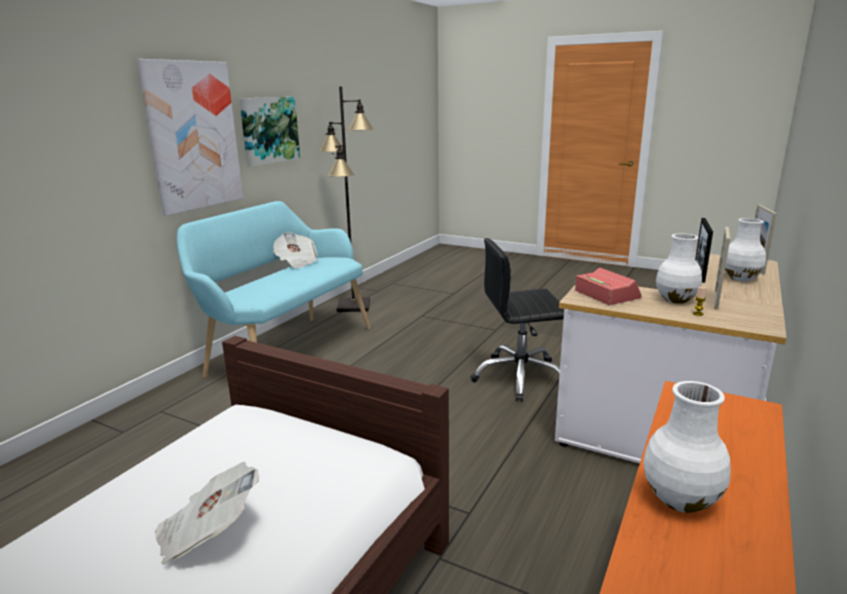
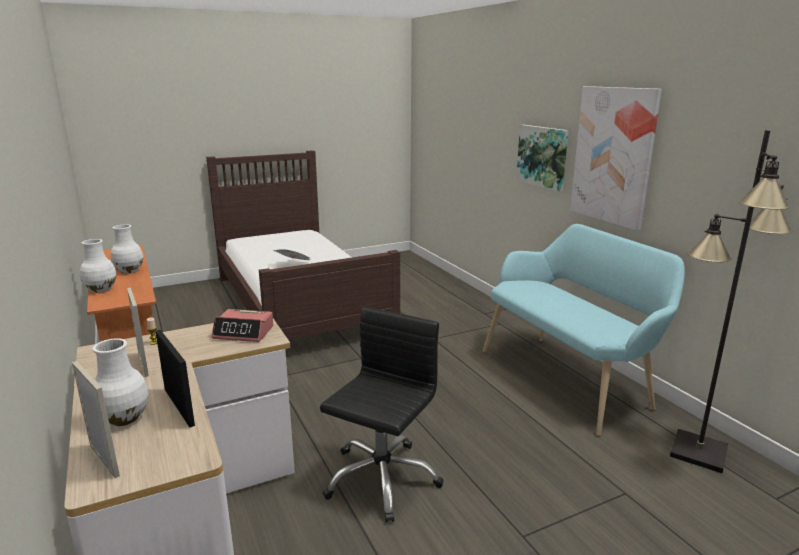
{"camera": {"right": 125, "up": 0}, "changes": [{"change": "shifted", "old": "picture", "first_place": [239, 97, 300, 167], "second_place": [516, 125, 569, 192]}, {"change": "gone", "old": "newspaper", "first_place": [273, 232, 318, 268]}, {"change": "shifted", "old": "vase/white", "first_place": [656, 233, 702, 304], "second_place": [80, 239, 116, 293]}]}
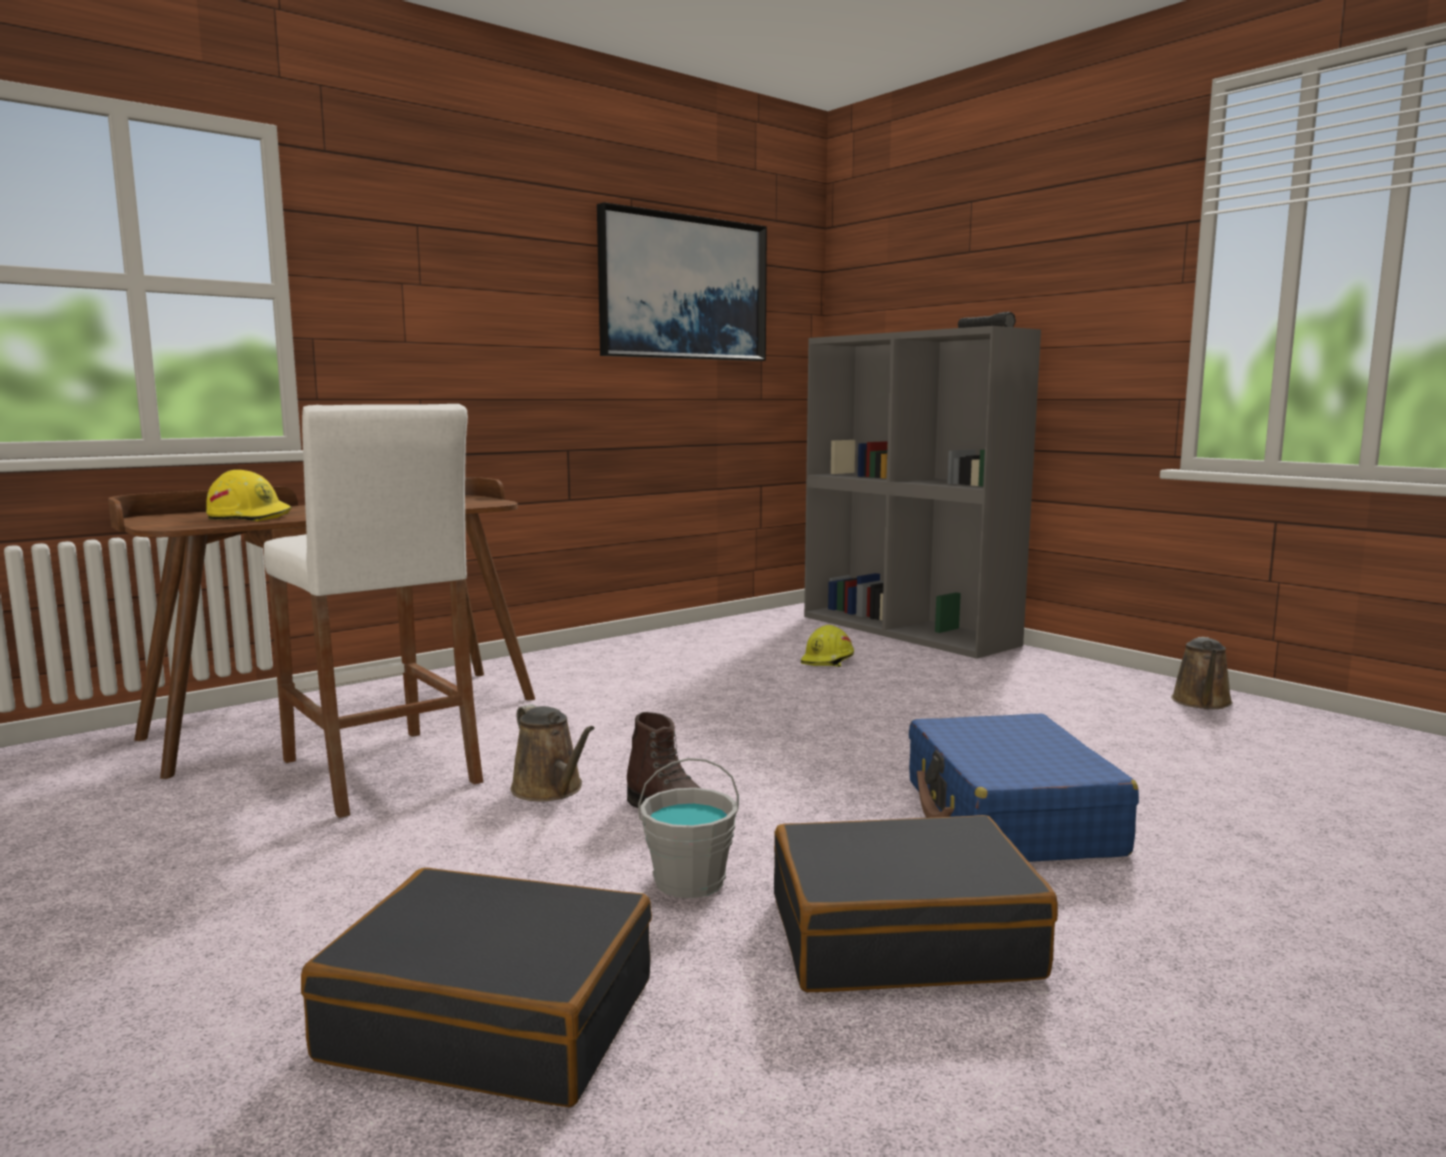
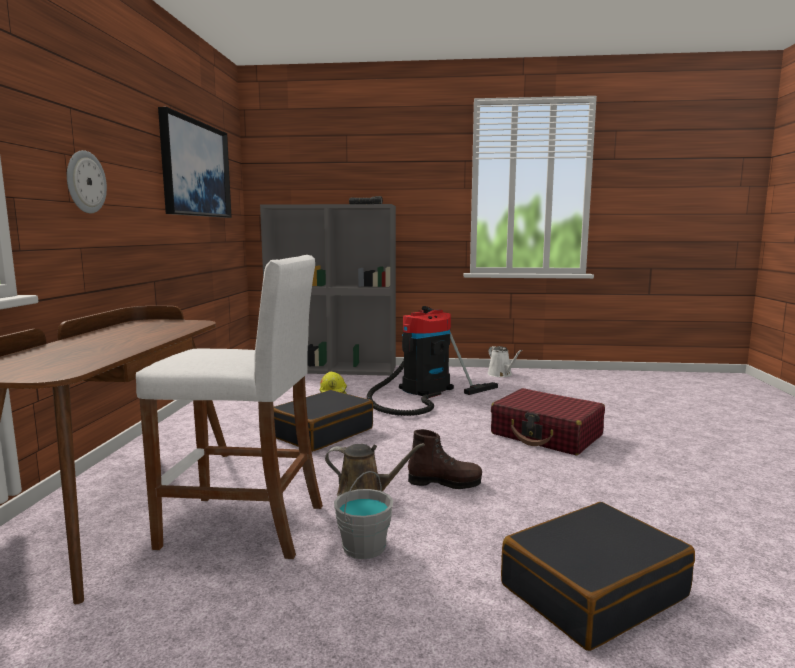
{"camera": {"right": -45, "up": 0}, "changes": [{"change": "gone", "old": "hard hat/yellow", "first_place": [206, 470, 292, 521]}, {"change": "repainted", "old": "watering can/brown", "new": "watering can/white", "first_place": [1171, 637, 1233, 709], "second_place": [488, 346, 522, 377]}, {"change": "repainted", "old": "suitcase/blue", "new": "suitcase/red", "first_place": [909, 714, 1139, 862], "second_place": [491, 388, 605, 456]}, {"change": "shifted", "old": "bucket/grey", "first_place": [638, 758, 739, 898], "second_place": [334, 471, 393, 559]}, {"change": "shifted", "old": "suitcase/black", "first_place": [774, 815, 1058, 992], "second_place": [274, 390, 373, 452]}, {"change": "new", "new": "wall clock", "second_place": [67, 150, 107, 213]}, {"change": "new", "new": "vacuum cleaner", "second_place": [367, 306, 498, 416]}]}
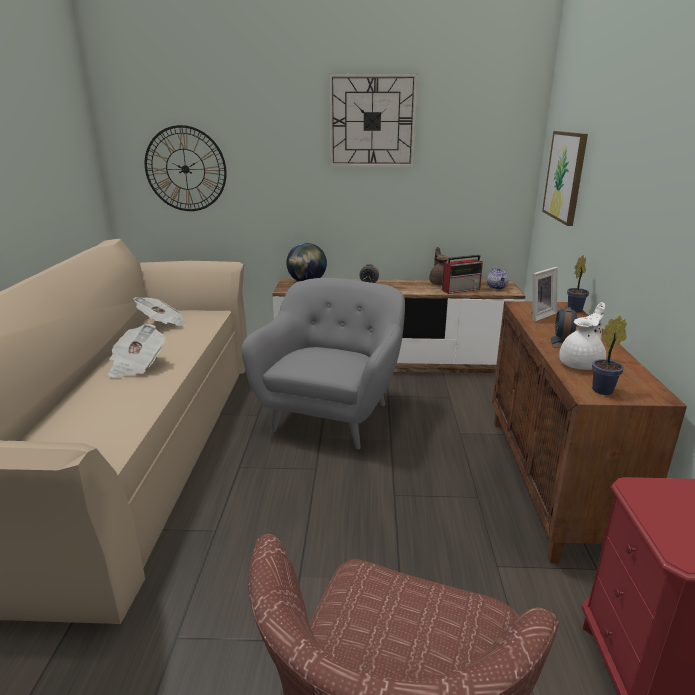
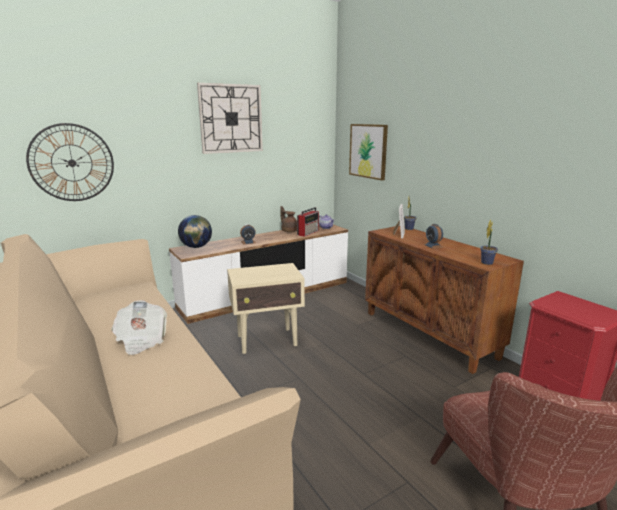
{"camera": {"right": -35, "up": -5}, "changes": [{"change": "swapped", "old": "armchair/grey", "new": "side table/beige", "first_place": [242, 278, 405, 449], "second_place": [227, 263, 305, 354]}, {"change": "gone", "old": "newspaper", "first_place": [133, 297, 186, 326]}, {"change": "gone", "old": "teapot/white", "first_place": [559, 302, 606, 370]}]}
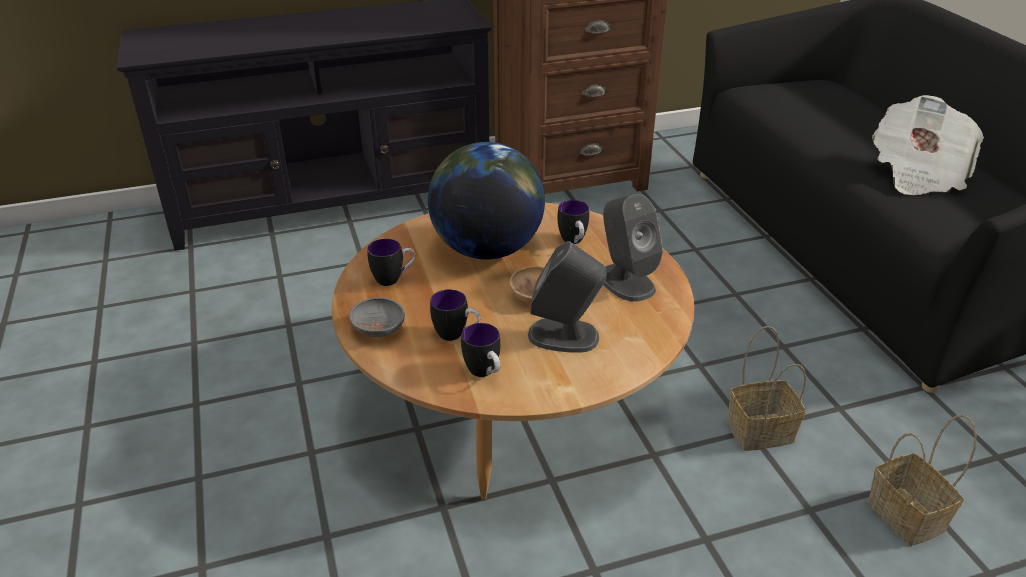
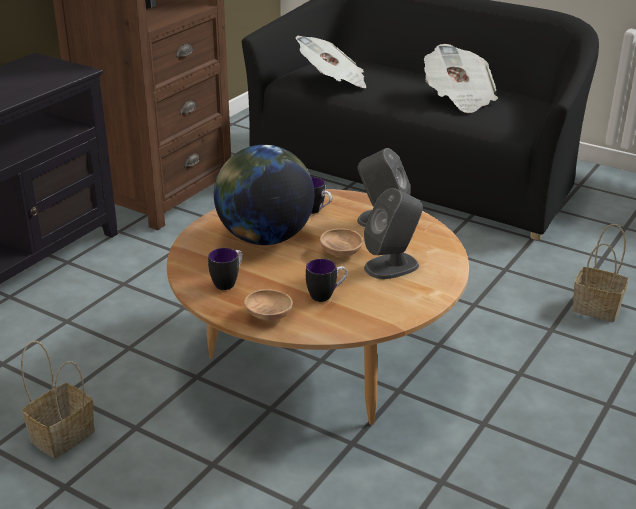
{"camera": {"right": -40, "up": -5}, "changes": [{"change": "repainted", "old": "bowl/grey", "new": "bowl/brown", "first_place": [349, 297, 405, 337], "second_place": [244, 289, 293, 321]}, {"change": "gone", "old": "mug", "first_place": [461, 323, 500, 377]}, {"change": "shifted", "old": "basket", "first_place": [727, 326, 806, 451], "second_place": [21, 341, 95, 458]}, {"change": "new", "new": "newspaper", "second_place": [296, 36, 366, 88]}]}
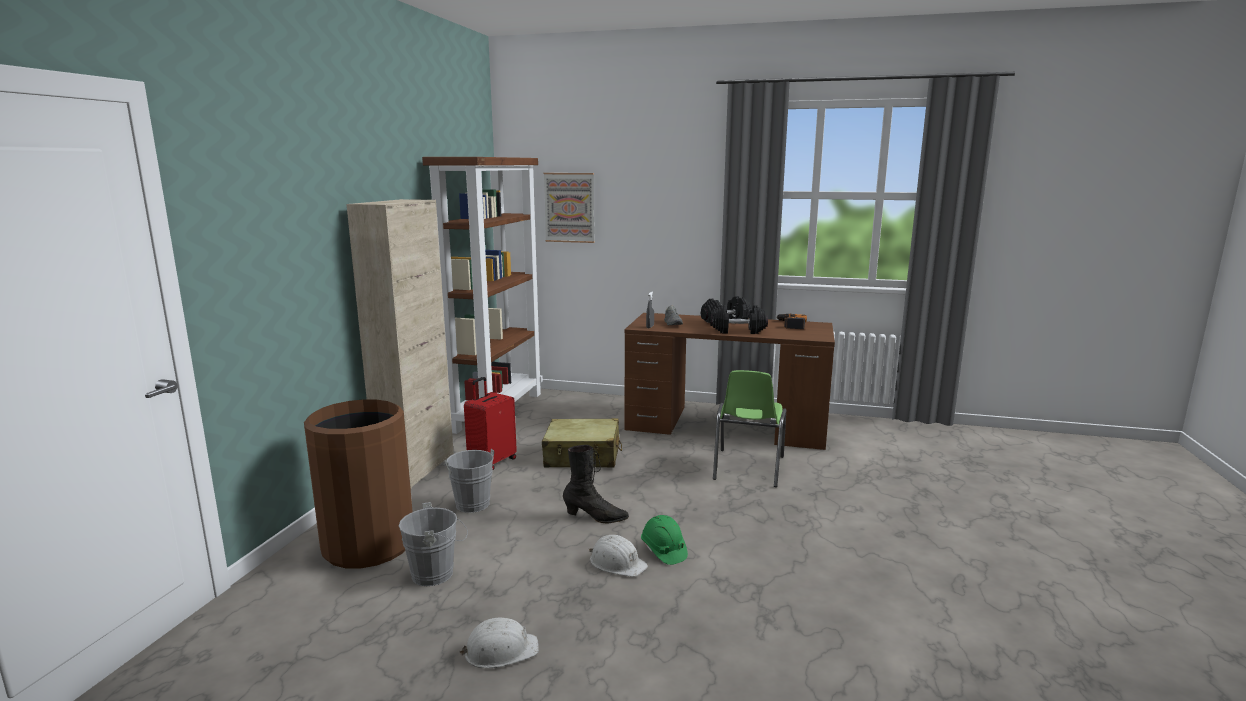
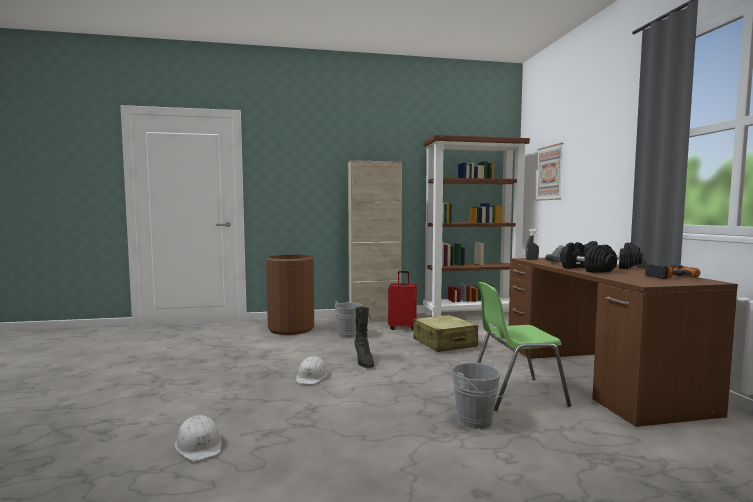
{"camera": {"right": 65, "up": -10}, "changes": [{"change": "shifted", "old": "bucket/grey", "first_place": [399, 502, 468, 586], "second_place": [452, 360, 509, 429]}, {"change": "gone", "old": "hard hat/green", "first_place": [641, 515, 688, 565]}, {"change": "shifted", "old": "hard hat/white", "first_place": [460, 618, 539, 668], "second_place": [175, 415, 222, 461]}]}
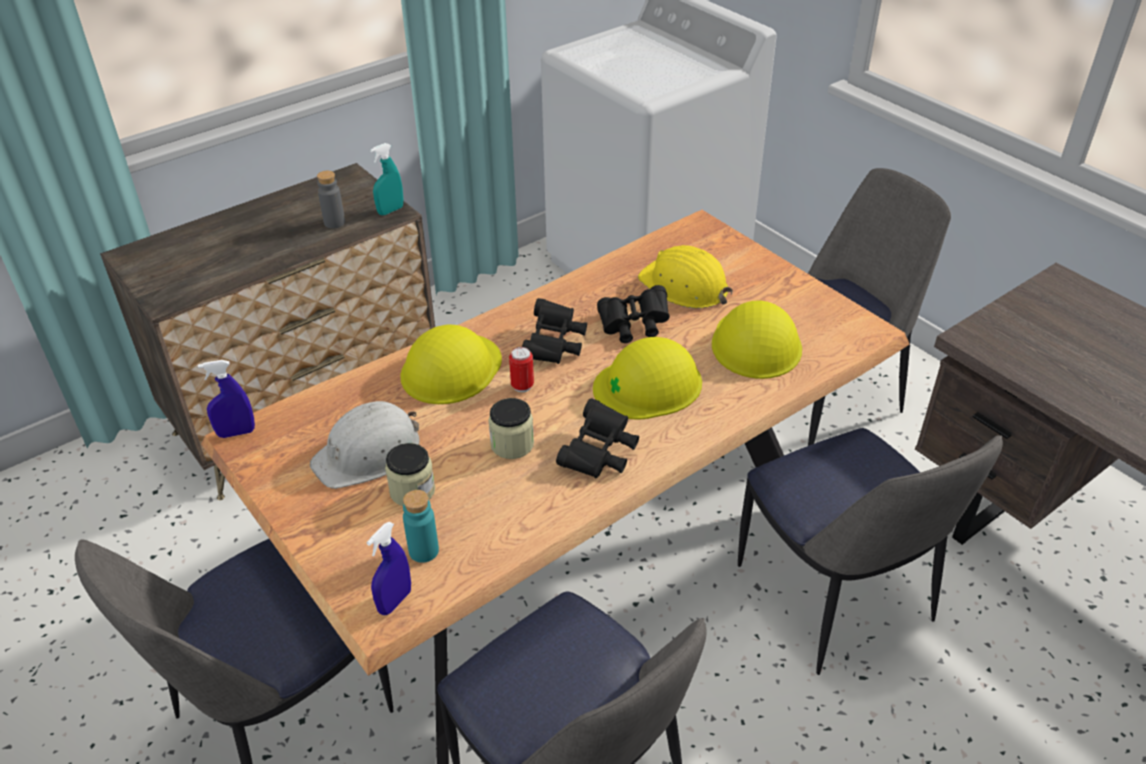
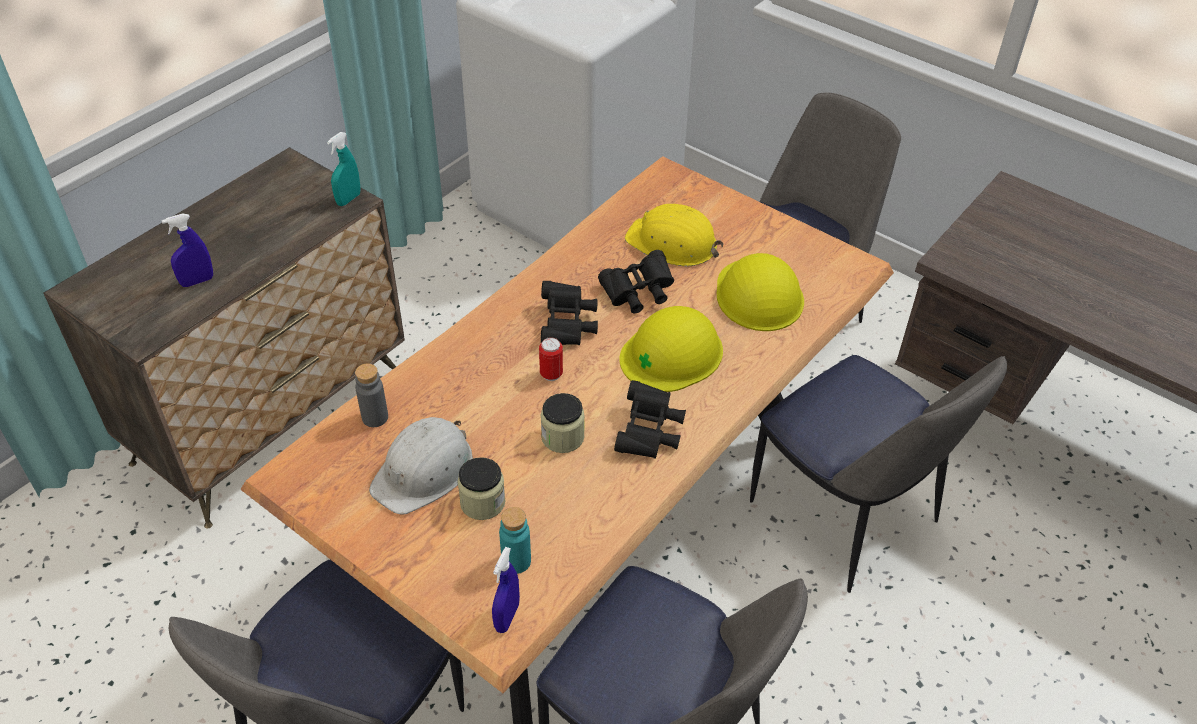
{"camera": {"right": -15, "up": 5}, "changes": [{"change": "shifted", "old": "bottle/grey", "first_place": [317, 171, 345, 228], "second_place": [355, 363, 388, 427]}, {"change": "gone", "old": "hard hat/yellow", "first_place": [400, 325, 502, 404]}, {"change": "shifted", "old": "spray bottle/blue", "first_place": [198, 360, 255, 438], "second_place": [162, 214, 213, 287]}]}
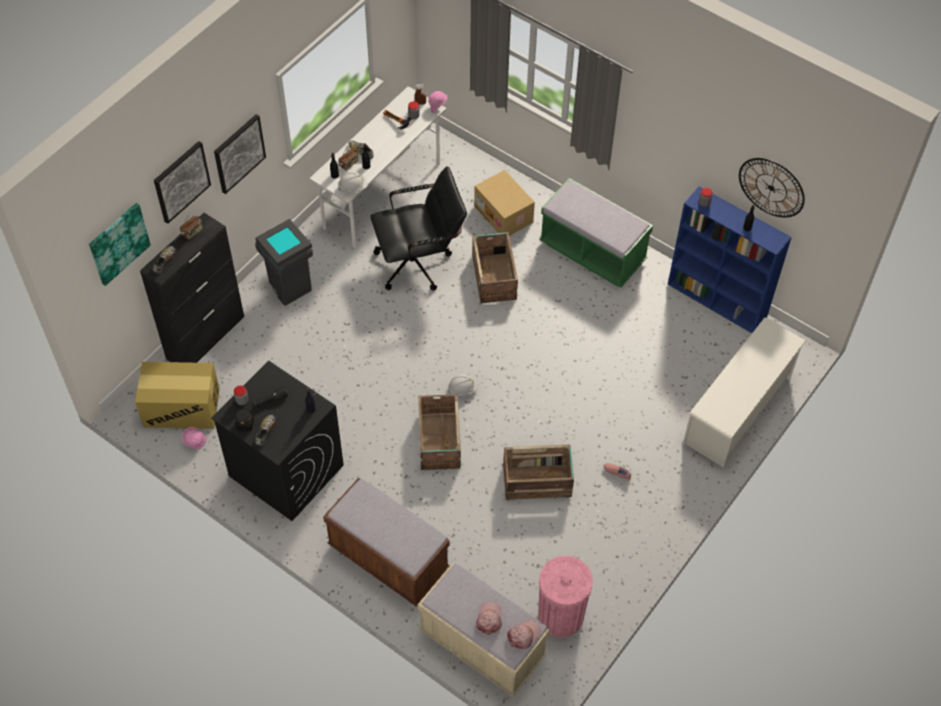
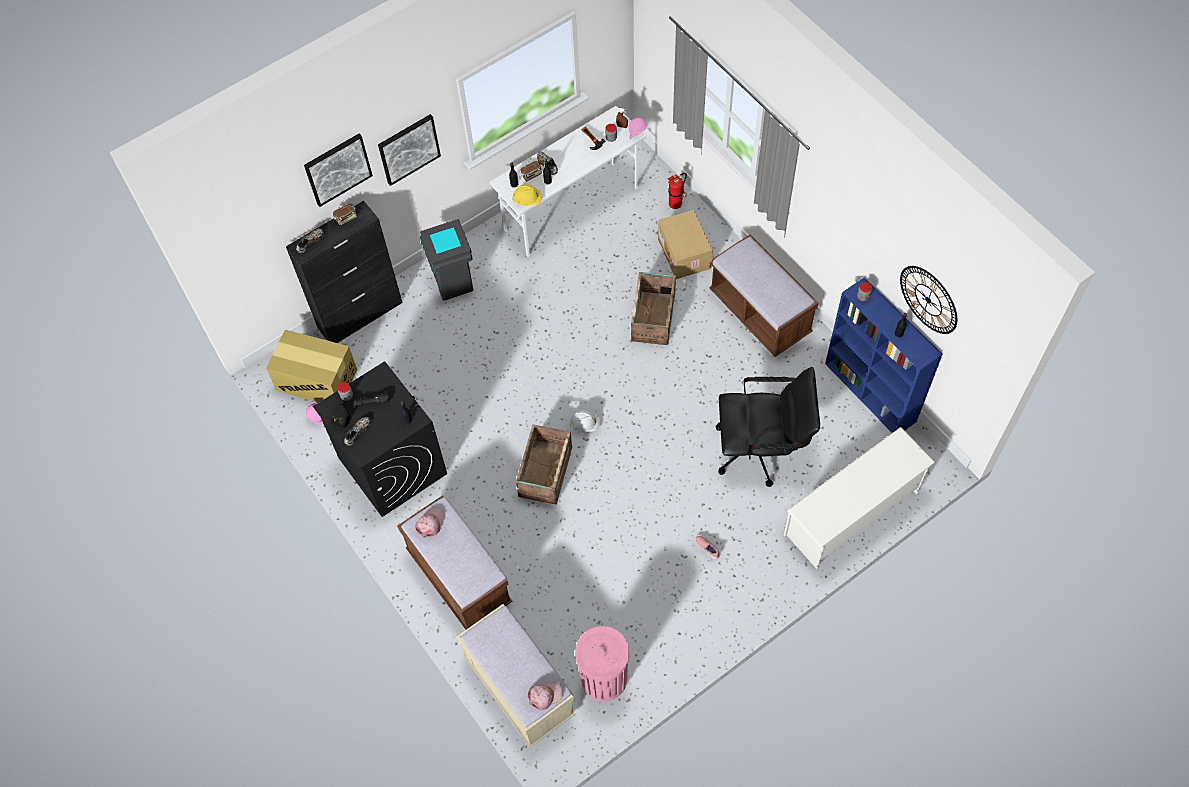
{"camera": {"right": 20, "up": 5}, "changes": [{"change": "shifted", "old": "office chair/black", "first_place": [370, 166, 467, 291], "second_place": [716, 367, 820, 487]}, {"change": "repainted", "old": "hard hat/white", "new": "hard hat/yellow", "first_place": [338, 171, 368, 192], "second_place": [512, 184, 542, 206]}, {"change": "repainted", "old": "bench/green", "new": "bench/brown", "first_place": [539, 178, 653, 287], "second_place": [710, 234, 818, 357]}, {"change": "gone", "old": "picture", "first_place": [89, 203, 151, 286]}, {"change": "gone", "old": "crate", "first_place": [503, 445, 574, 500]}, {"change": "shifted", "old": "cap/pink", "first_place": [476, 602, 502, 635], "second_place": [415, 508, 444, 538]}, {"change": "new", "new": "fire extinguisher", "second_place": [668, 173, 687, 209]}]}
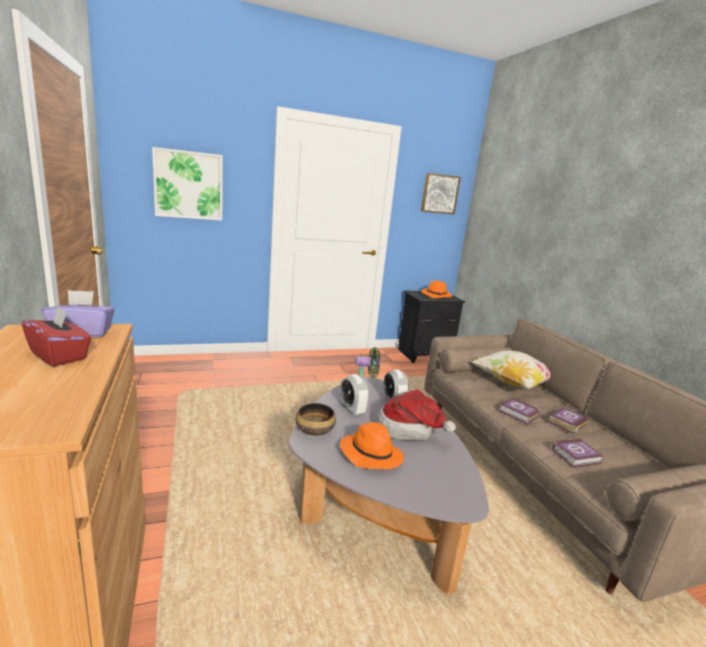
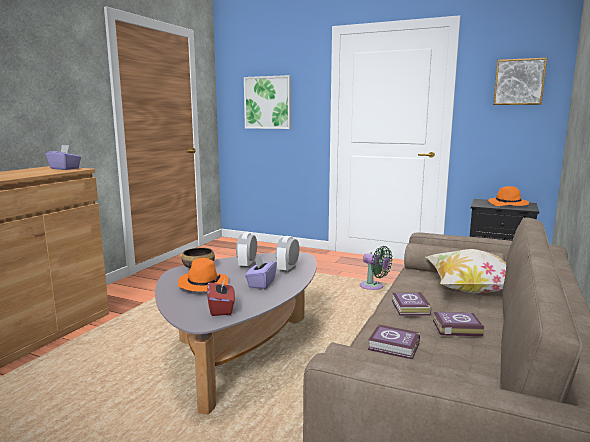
{"camera": {"right": 45, "up": -5}, "changes": [{"change": "shifted", "old": "tissue box/red", "first_place": [21, 306, 92, 367], "second_place": [207, 278, 235, 316]}, {"change": "swapped", "old": "hat", "new": "tissue box/purple", "first_place": [377, 389, 456, 440], "second_place": [245, 255, 277, 289]}]}
